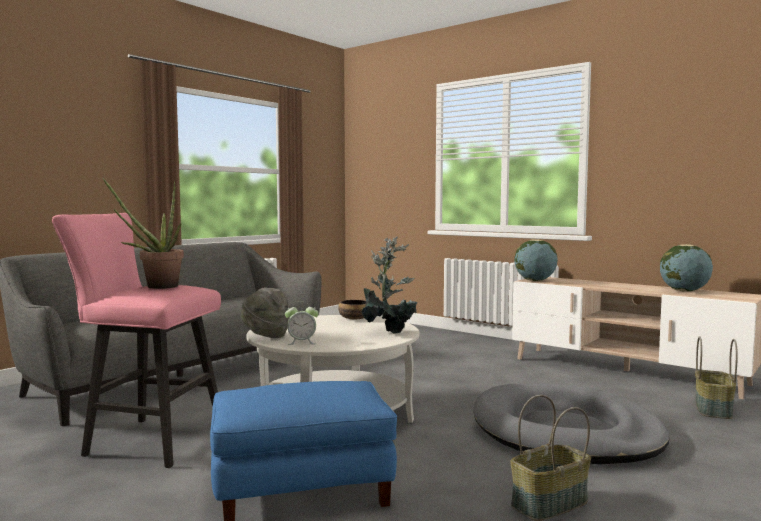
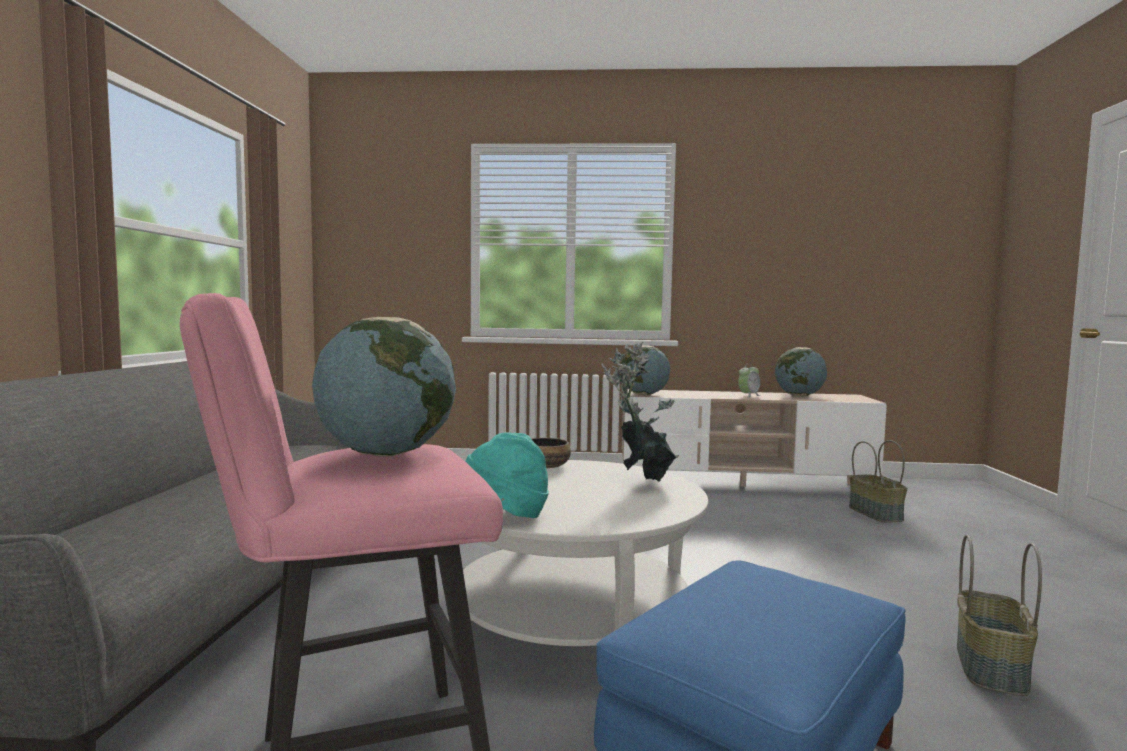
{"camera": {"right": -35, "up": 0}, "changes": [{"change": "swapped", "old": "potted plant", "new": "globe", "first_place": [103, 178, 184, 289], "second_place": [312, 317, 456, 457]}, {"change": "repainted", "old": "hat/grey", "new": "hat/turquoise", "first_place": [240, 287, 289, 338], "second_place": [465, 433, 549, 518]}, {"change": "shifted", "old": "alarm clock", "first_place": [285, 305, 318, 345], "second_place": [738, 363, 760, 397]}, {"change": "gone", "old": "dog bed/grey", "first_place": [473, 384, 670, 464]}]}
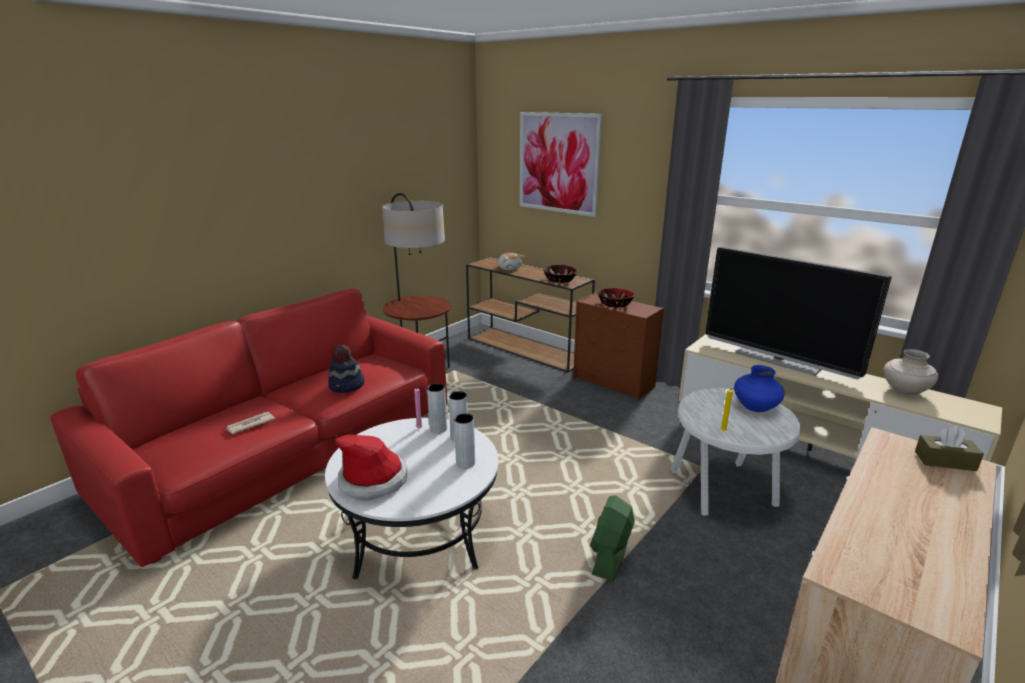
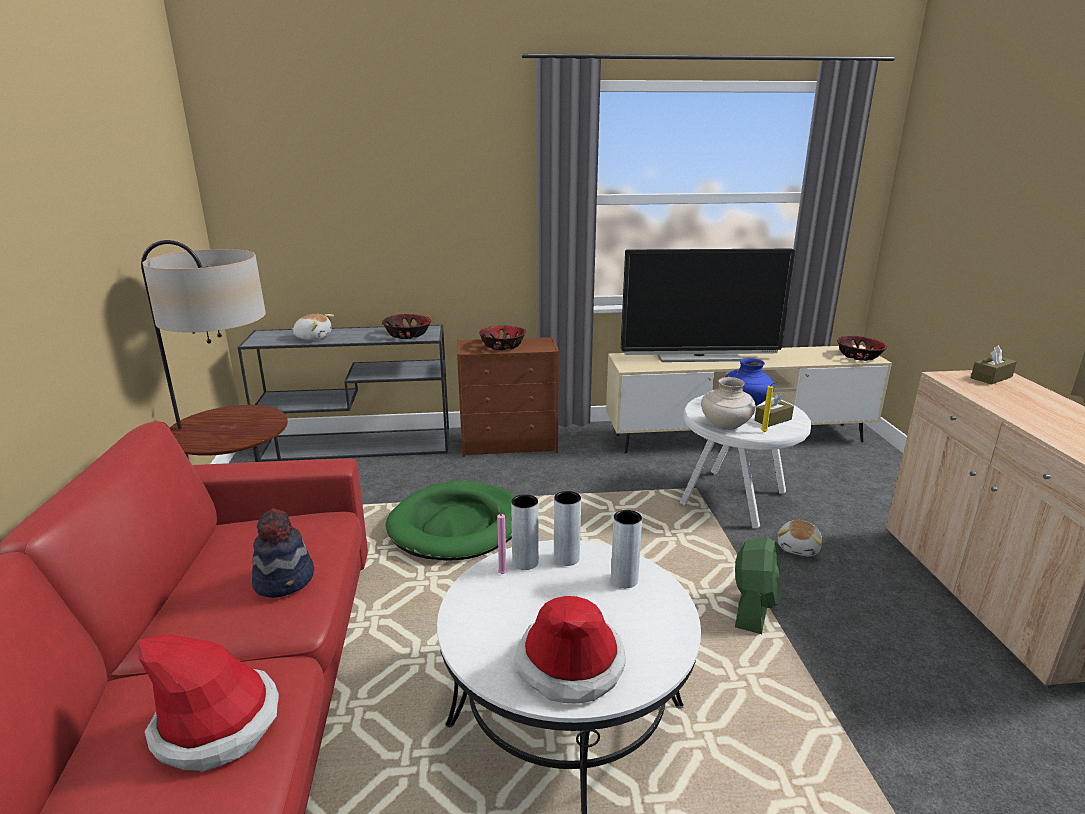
{"camera": {"right": -45, "up": 0}, "changes": [{"change": "gone", "old": "picture", "first_place": [520, 112, 602, 217]}, {"change": "repainted", "old": "console table/brown", "new": "console table/grey", "first_place": [466, 257, 595, 372], "second_place": [238, 325, 449, 462]}, {"change": "shifted", "old": "vase/beige", "first_place": [884, 349, 939, 395], "second_place": [701, 377, 756, 430]}, {"change": "swapped", "old": "newspaper", "new": "hat", "first_place": [226, 412, 275, 434], "second_place": [138, 635, 279, 771]}, {"change": "rotated", "old": "fan/green", "first_place": [590, 495, 635, 581], "second_place": [735, 537, 781, 634], "degrees": -135}, {"change": "new", "new": "bowl", "second_place": [837, 336, 887, 361]}, {"change": "new", "new": "tissue box/brown", "second_place": [755, 393, 794, 427]}, {"change": "new", "new": "dog bed/green", "second_place": [386, 481, 515, 561]}, {"change": "new", "new": "plush toy", "second_place": [778, 520, 822, 556]}]}
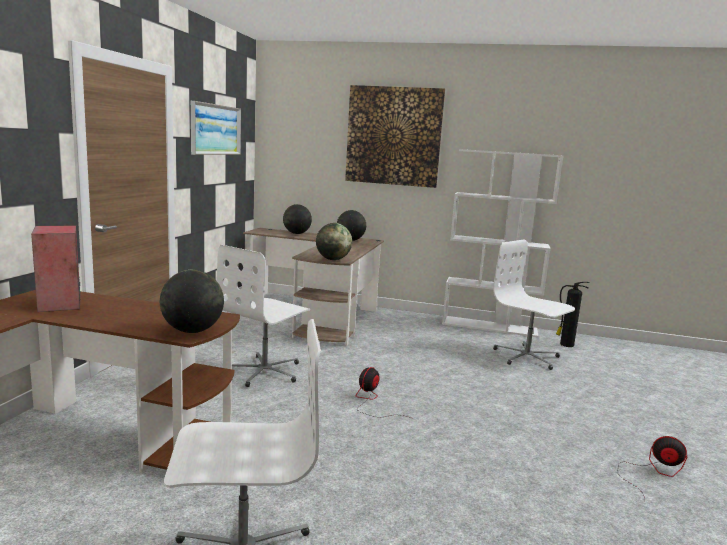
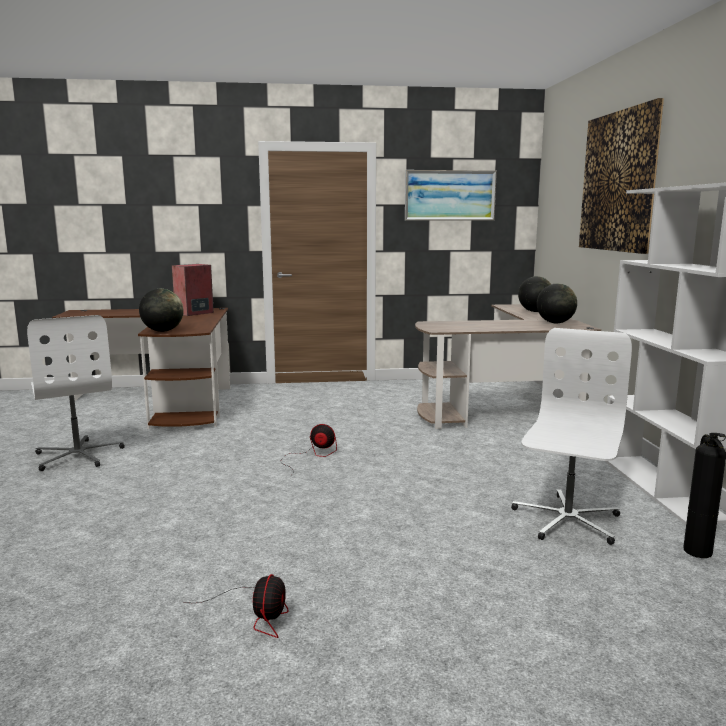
{"camera": {"right": 70, "up": 0}, "changes": [{"change": "gone", "old": "globe", "first_place": [316, 223, 352, 260]}, {"change": "gone", "old": "office chair/white", "first_place": [217, 245, 310, 387]}]}
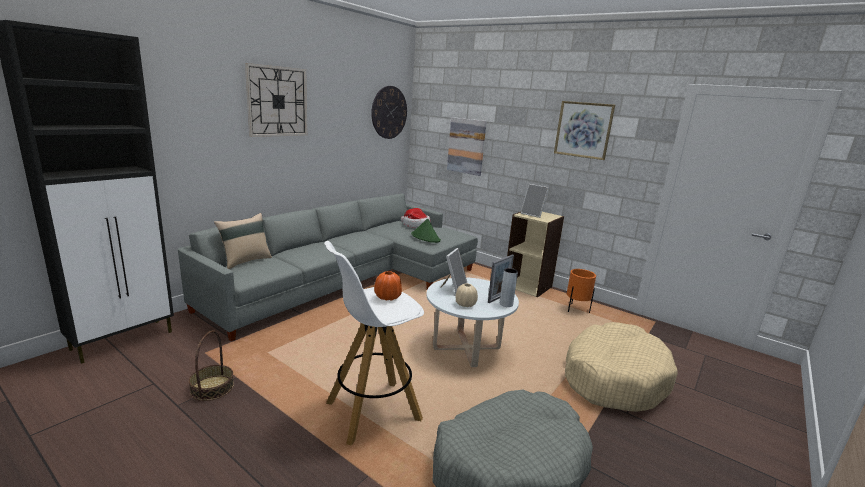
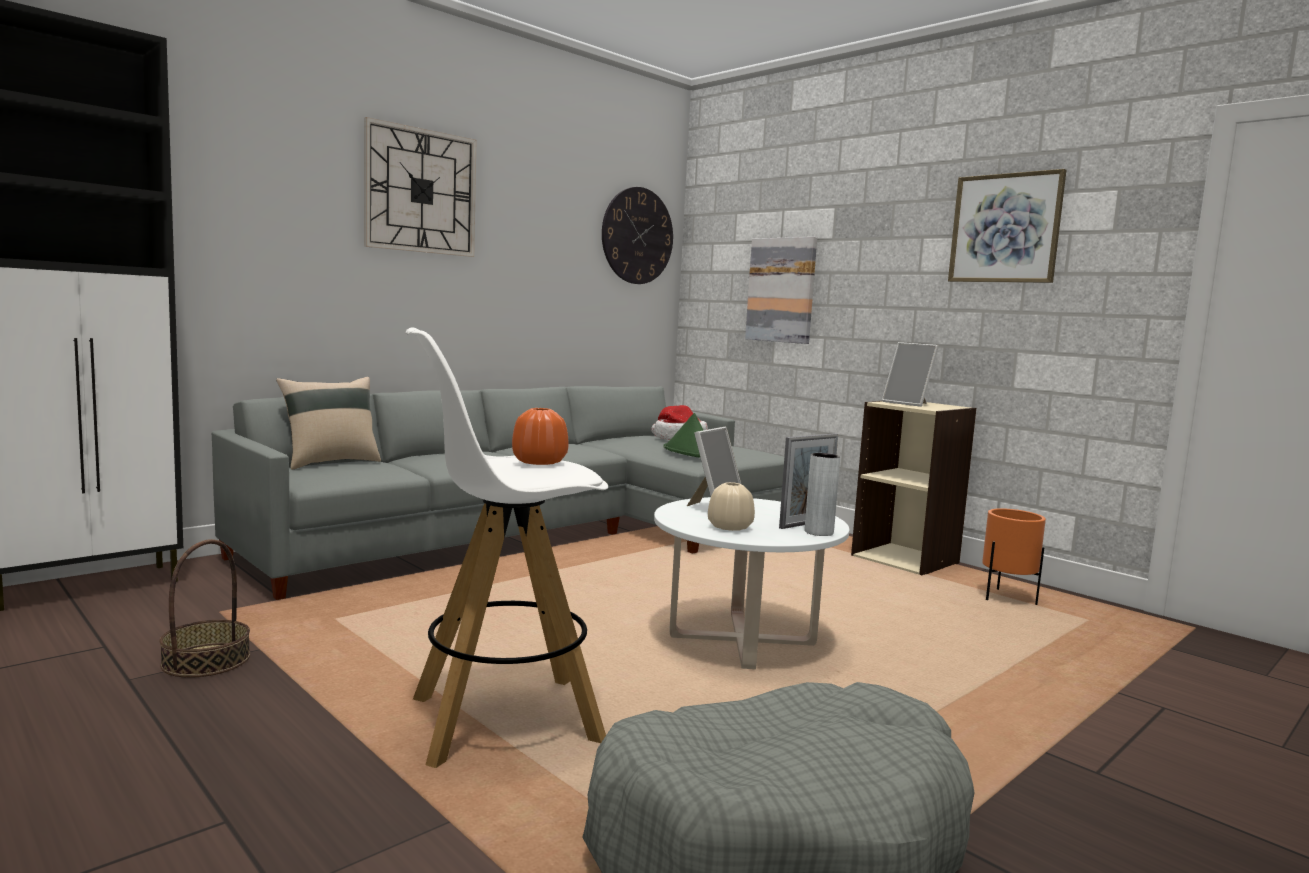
{"camera": {"right": 10, "up": -10}, "changes": [{"change": "gone", "old": "dog bed/beige", "first_place": [565, 322, 678, 412]}]}
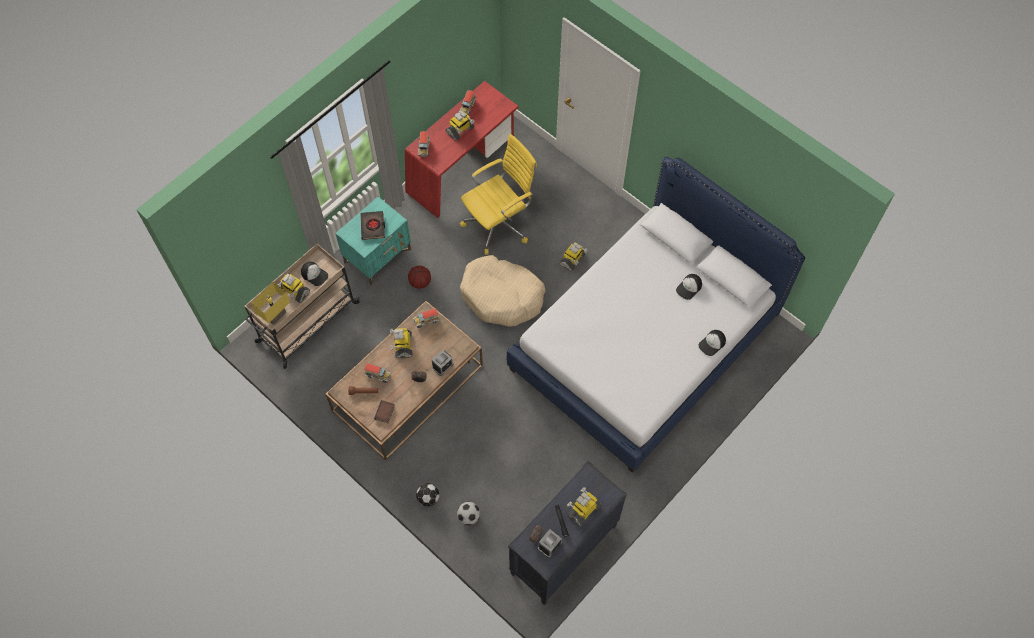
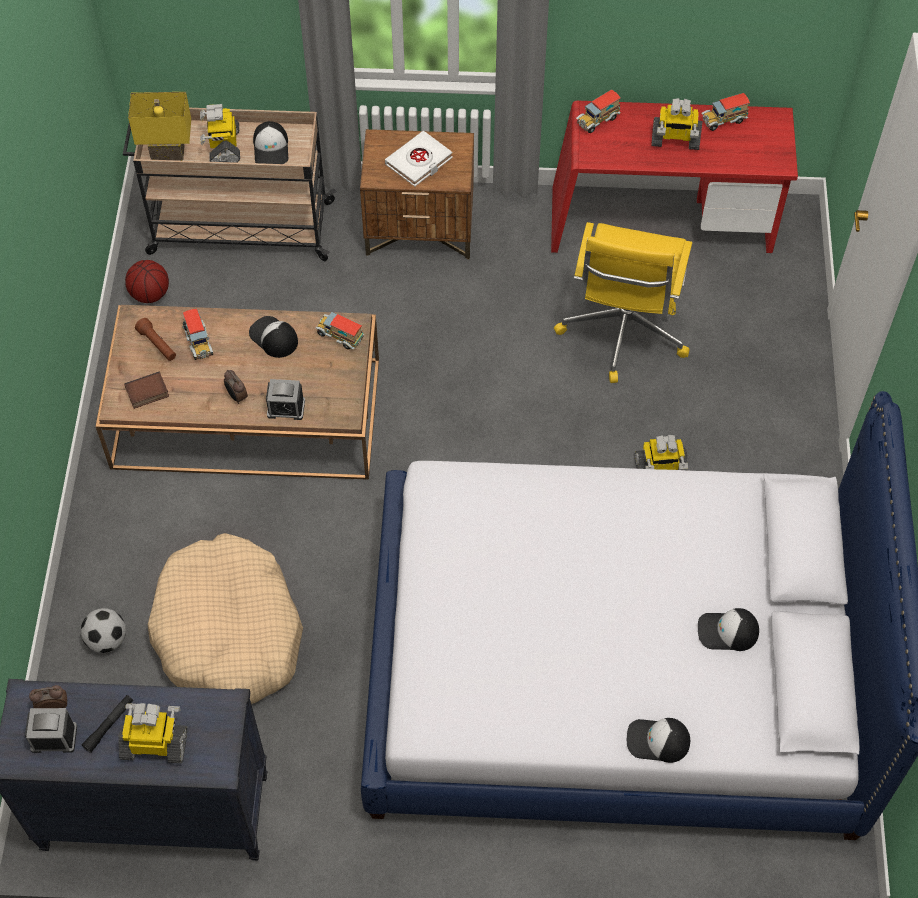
{"camera": {"right": 50, "up": -5}, "changes": [{"change": "rotated", "old": "office chair/yellow", "first_place": [460, 134, 537, 255], "second_place": [554, 222, 692, 383], "degrees": 90}, {"change": "repainted", "old": "nightstand/turquoise", "new": "nightstand/brown", "first_place": [335, 197, 411, 286], "second_place": [360, 129, 474, 260]}, {"change": "repainted", "old": "book/black", "new": "book/white", "first_place": [360, 211, 385, 240], "second_place": [385, 131, 453, 187]}, {"change": "shifted", "old": "dog bed/beige", "first_place": [460, 255, 546, 327], "second_place": [148, 533, 303, 704]}, {"change": "shifted", "old": "basketball", "first_place": [408, 266, 431, 289], "second_place": [125, 260, 169, 303]}, {"change": "swapped", "old": "toy robot", "new": "cap", "first_place": [390, 328, 412, 358], "second_place": [249, 316, 298, 358]}, {"change": "gone", "old": "football", "first_place": [416, 483, 439, 507]}]}
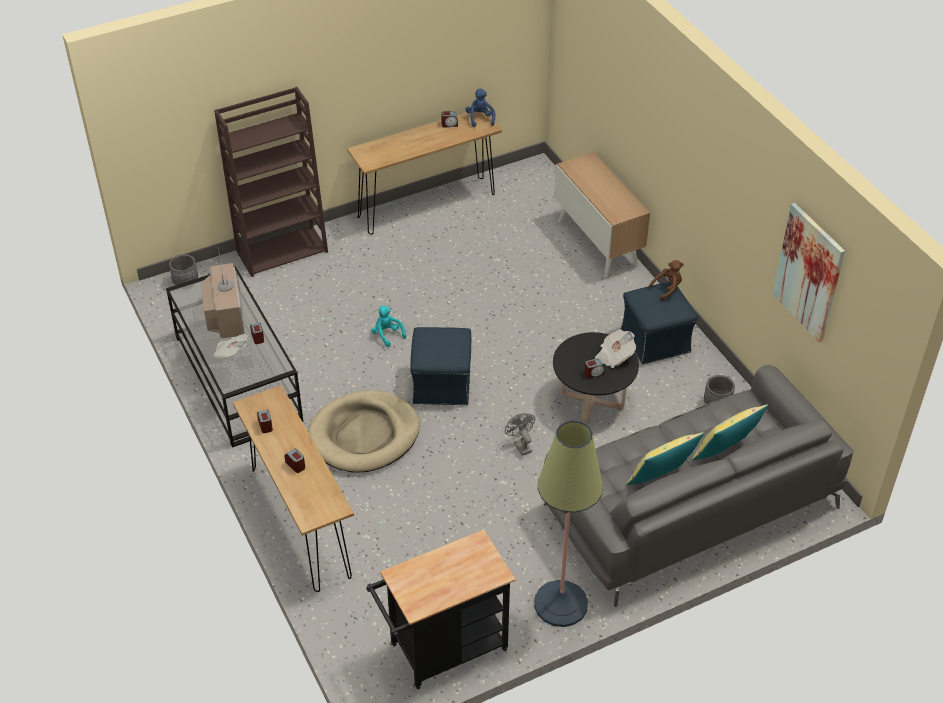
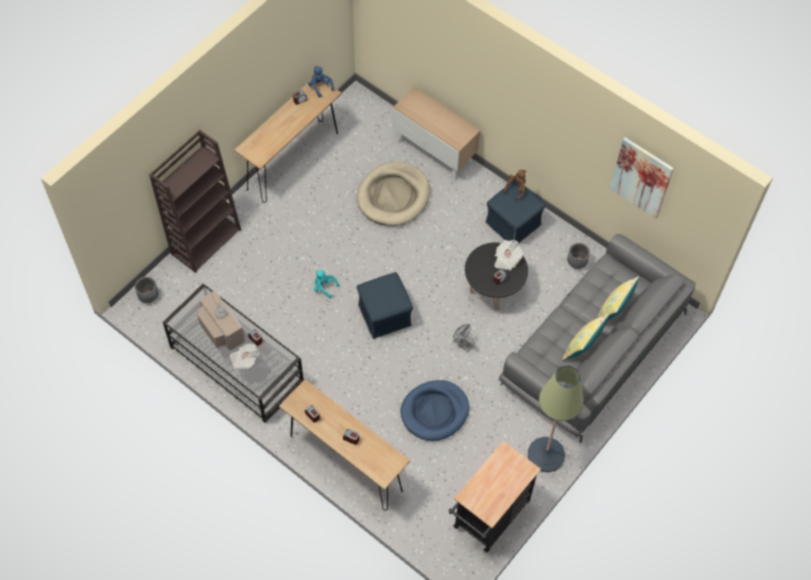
{"camera": {"right": -25, "up": 15}, "changes": [{"change": "shifted", "old": "dog bed/beige", "first_place": [308, 390, 420, 473], "second_place": [356, 162, 430, 226]}, {"change": "new", "new": "dog bed/blue", "second_place": [400, 380, 469, 441]}]}
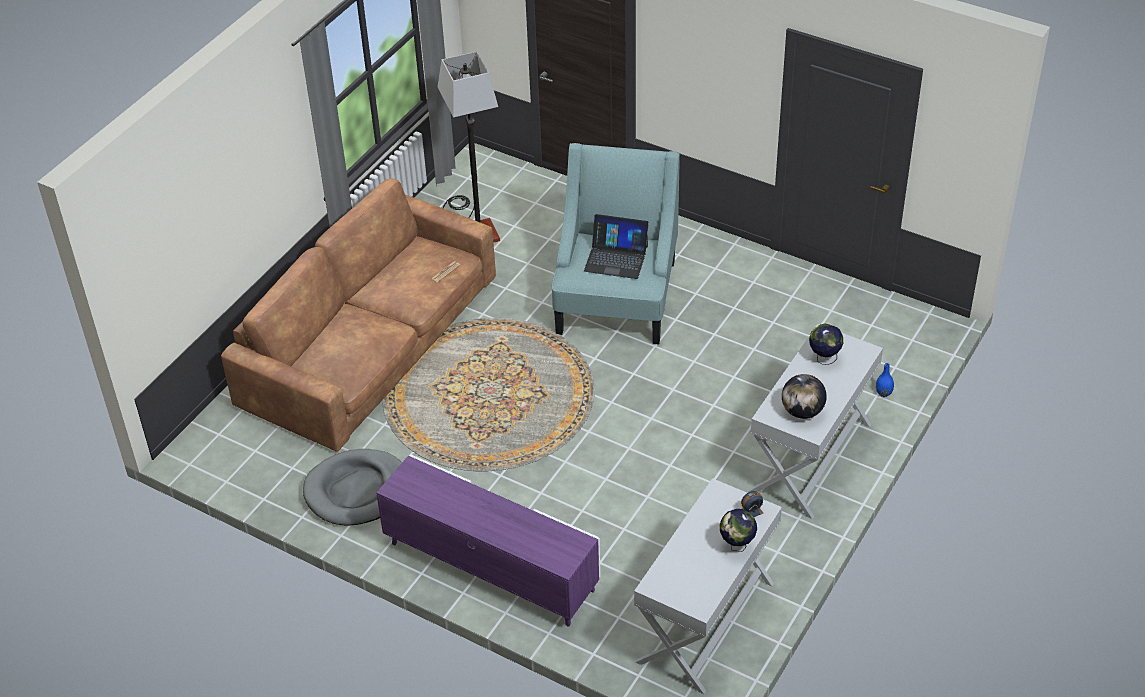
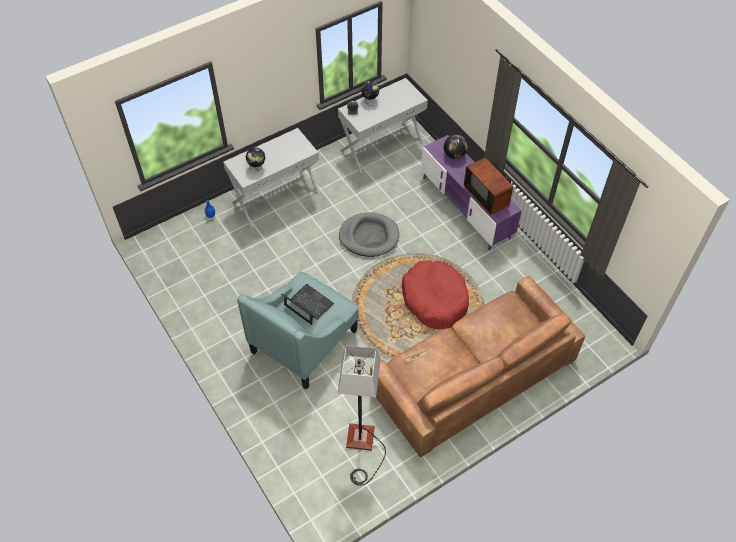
{"camera": {"right": -155, "up": 10}, "changes": [{"change": "shifted", "old": "globe", "first_place": [782, 374, 827, 419], "second_place": [444, 135, 468, 159]}, {"change": "shifted", "old": "dog bed/grey", "first_place": [303, 449, 402, 526], "second_place": [339, 212, 399, 257]}, {"change": "new", "new": "television", "second_place": [464, 154, 513, 215]}, {"change": "new", "new": "dog bed/red", "second_place": [402, 260, 469, 329]}]}
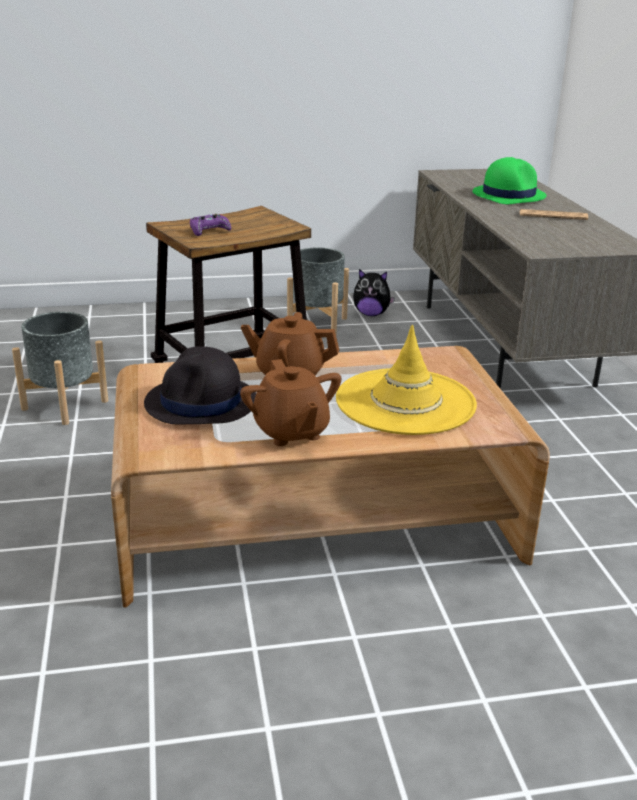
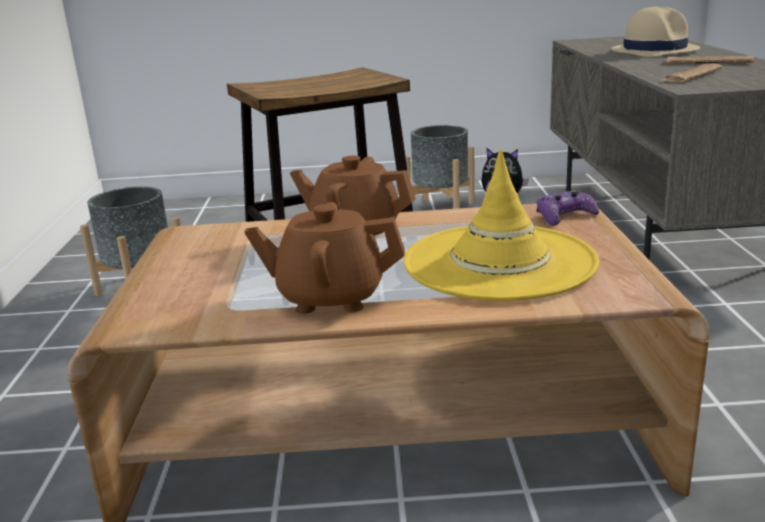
{"camera": {"right": 10, "up": -5}, "changes": [{"change": "repainted", "old": "hat/green", "new": "hat/beige", "first_place": [472, 157, 546, 204], "second_place": [611, 6, 700, 57]}, {"change": "shifted", "old": "game controller/purple", "first_place": [190, 214, 231, 236], "second_place": [537, 190, 599, 226]}, {"change": "gone", "old": "hat/black", "first_place": [144, 346, 256, 425]}, {"change": "rotated", "old": "teapot/brown", "first_place": [240, 359, 342, 446], "second_place": [245, 202, 405, 314], "degrees": 105}, {"change": "new", "new": "newspaper", "second_place": [663, 63, 723, 83]}]}
